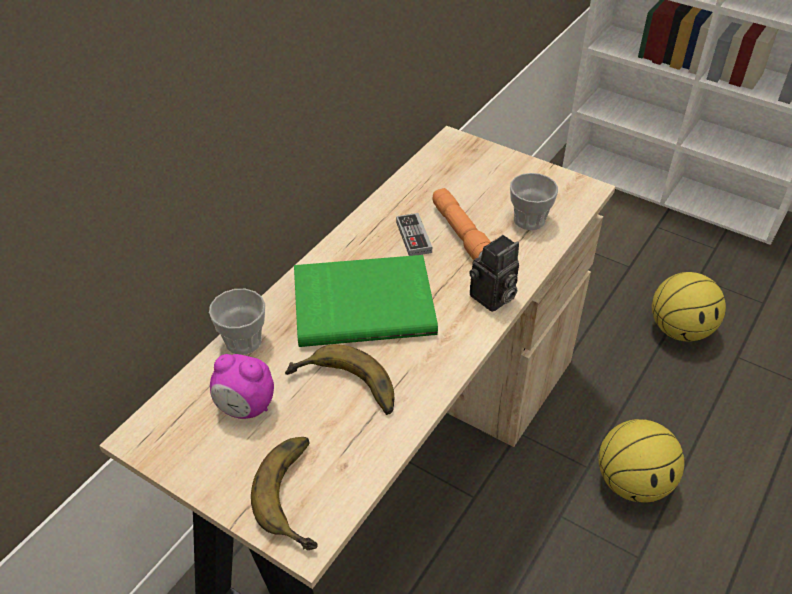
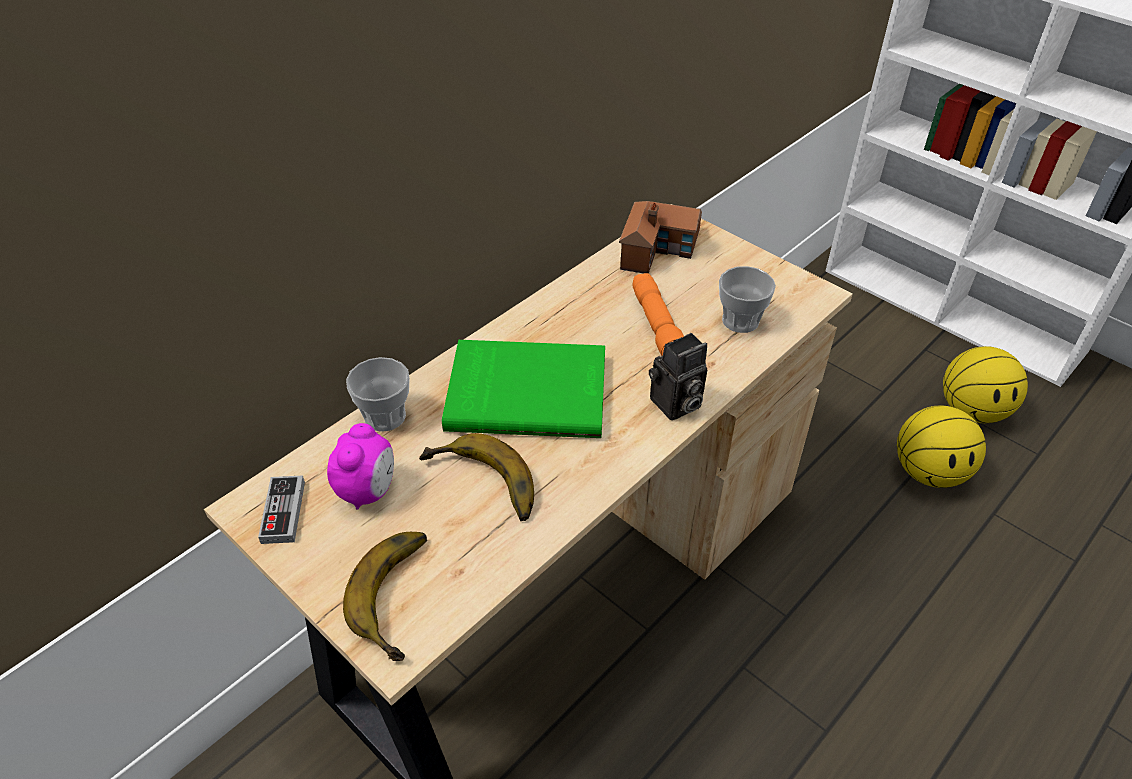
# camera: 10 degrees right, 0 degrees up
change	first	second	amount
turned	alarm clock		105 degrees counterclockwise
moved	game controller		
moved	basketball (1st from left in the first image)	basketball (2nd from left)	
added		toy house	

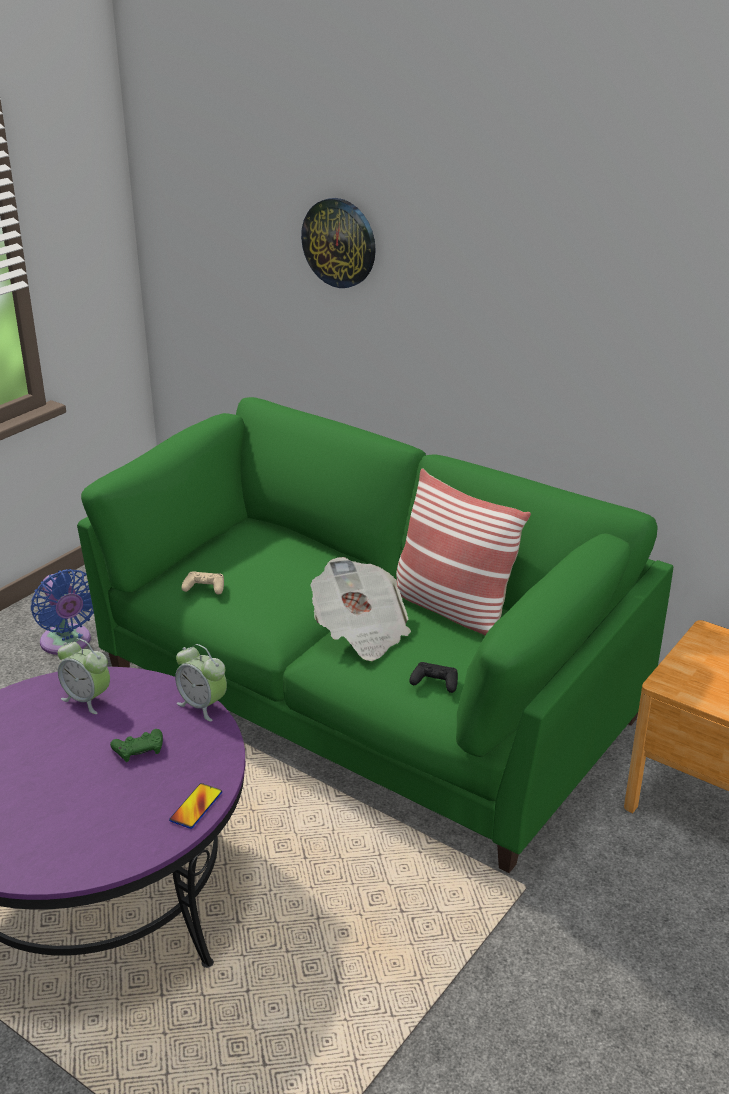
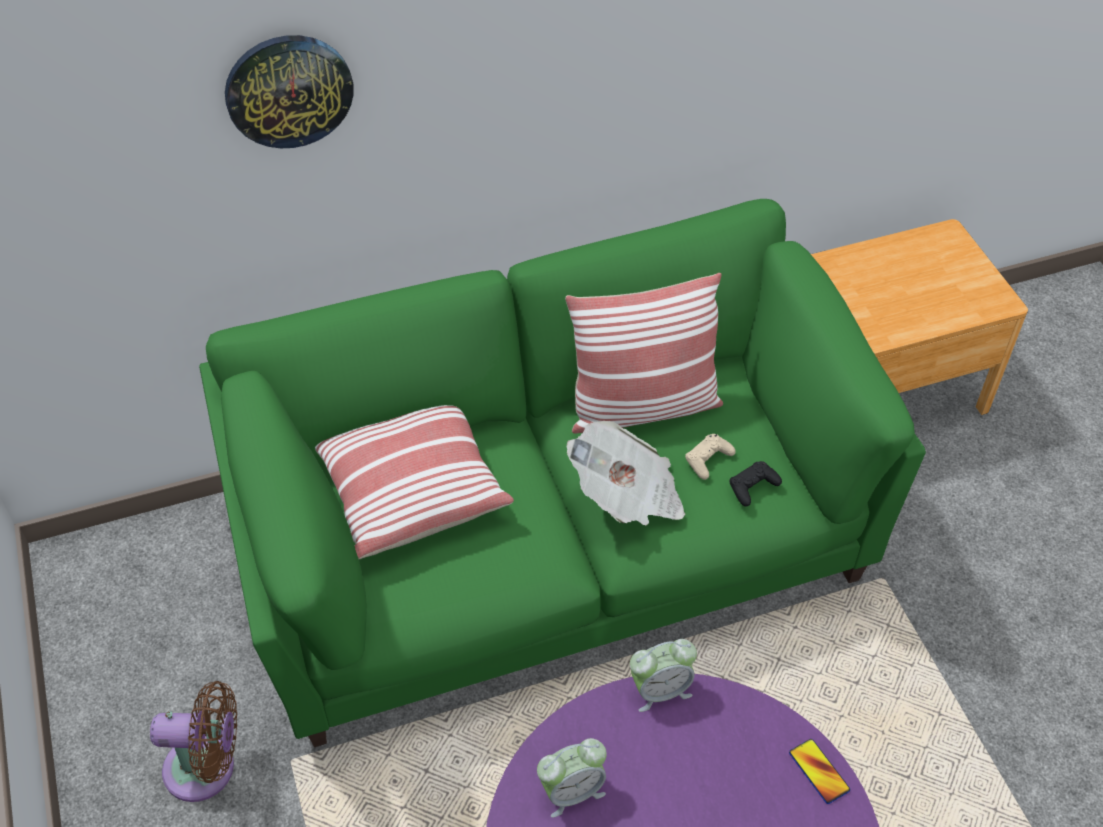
# camera: 55 degrees left, 20 degrees up
change	first	second	amount
recoloured	fan/blue	fan/brown	
removed	game controller/green		
moved	game controller/beige		
added		pillow (1st from left)	

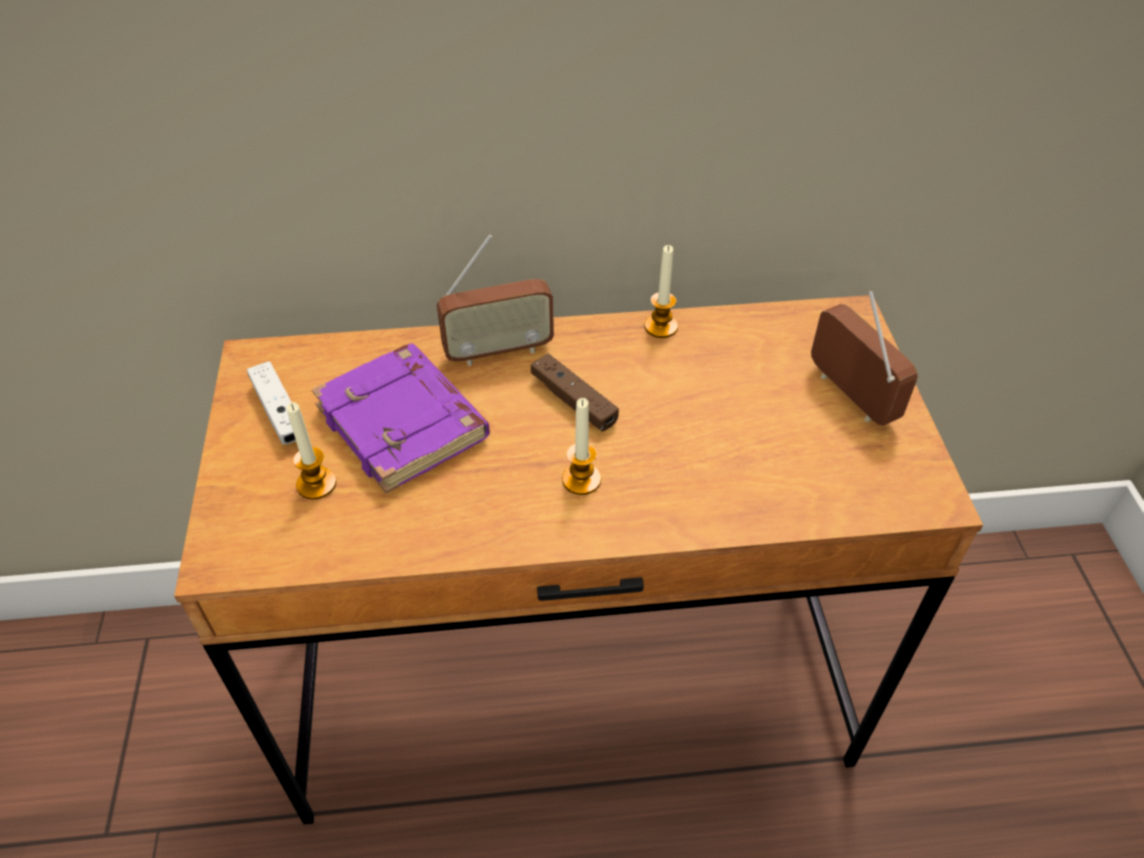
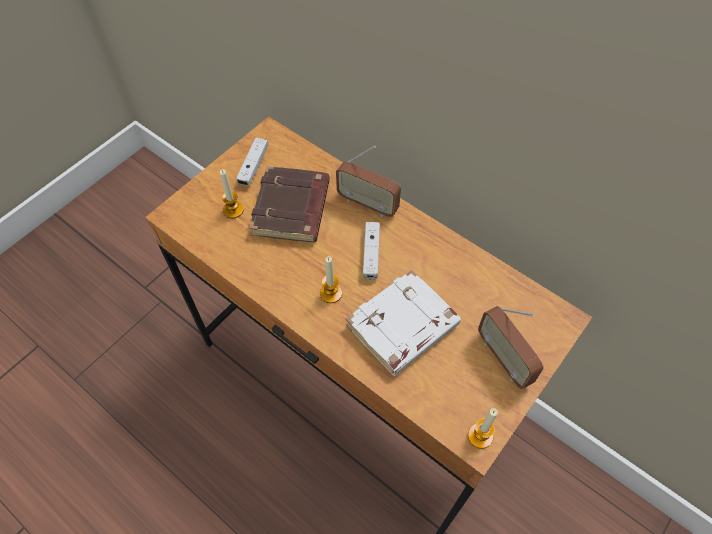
# camera: 45 degrees right, 10 degrees up
change	first	second	amount
recoloured	book/purple	book/brown	
recoloured	game controller/brown	game controller/white (2nd from left)	
moved	candle (3rd from left)		
turned	radio (2nd from left)		135 degrees clockwise
added		book/white	

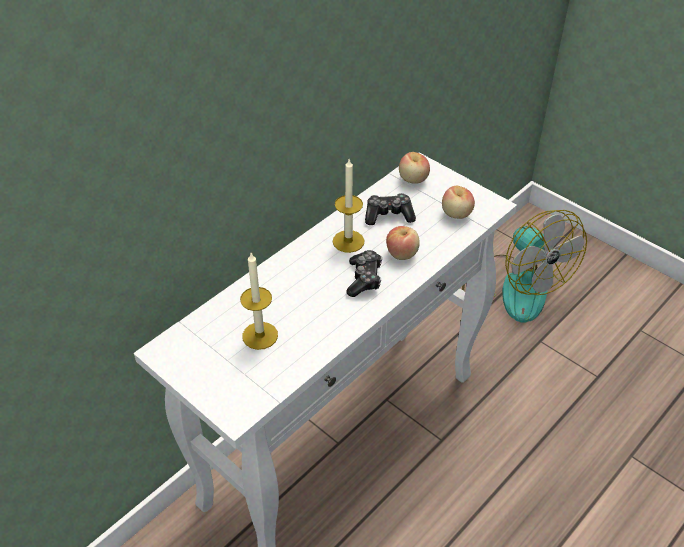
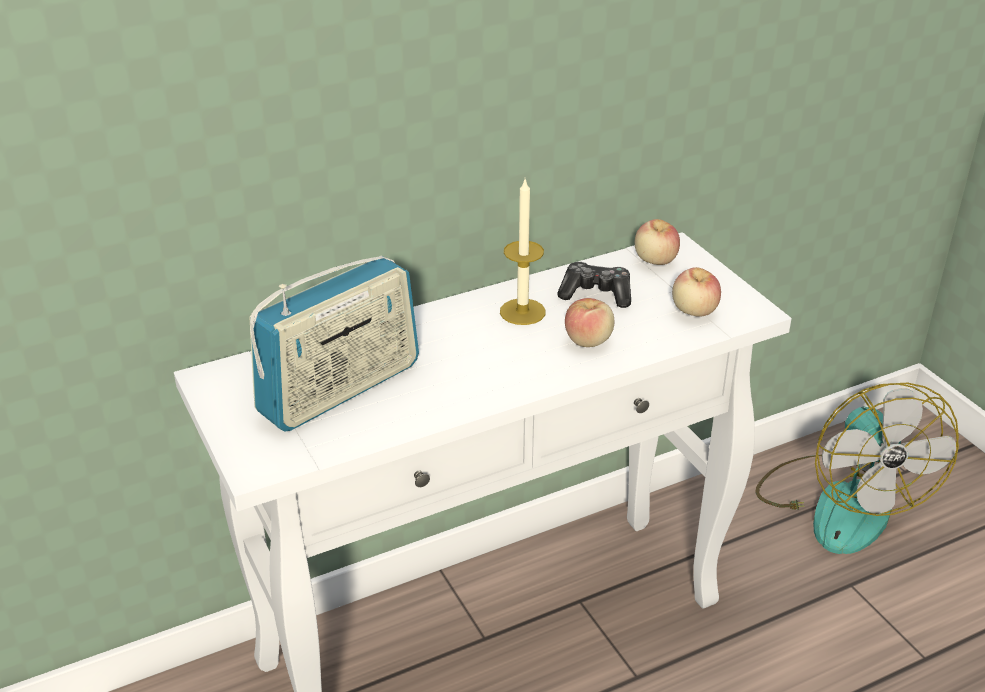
# camera: 20 degrees right, 10 degrees down
change	first	second	amount
replaced	candle (1st from left)	radio	
removed	game controller (1st from left)		

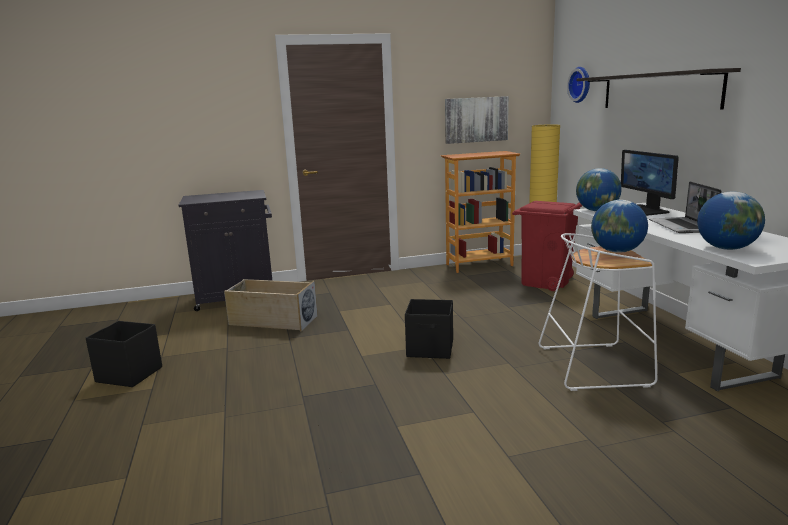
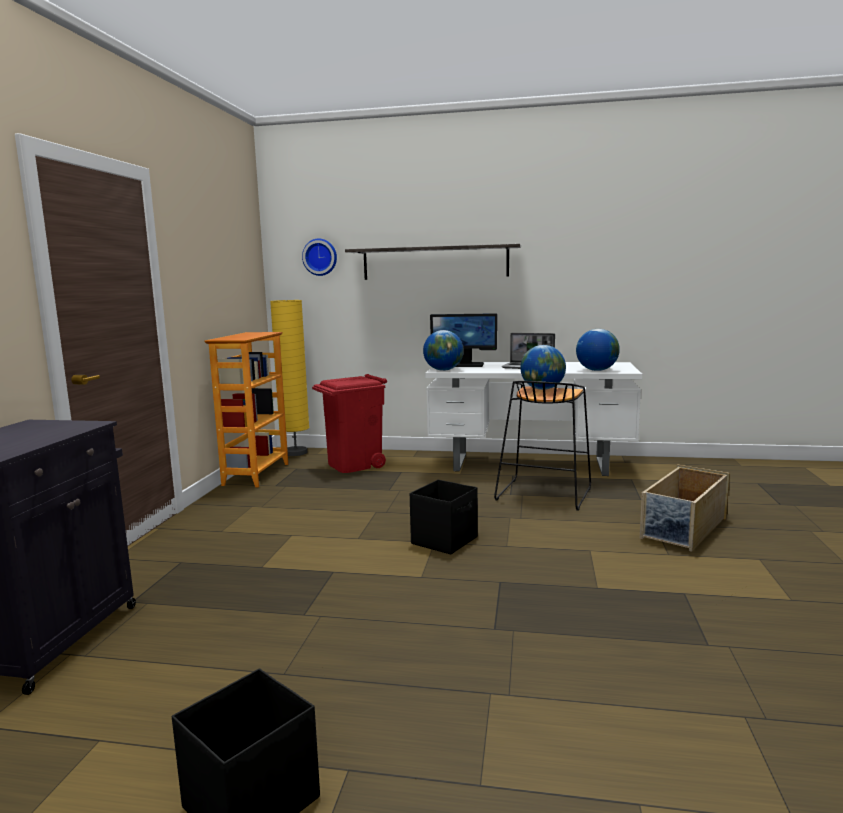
# camera: 65 degrees left, 5 degrees down
change	first	second	amount
moved	storage box/beige		
removed	picture		
recoloured	stool/white	stool/black	

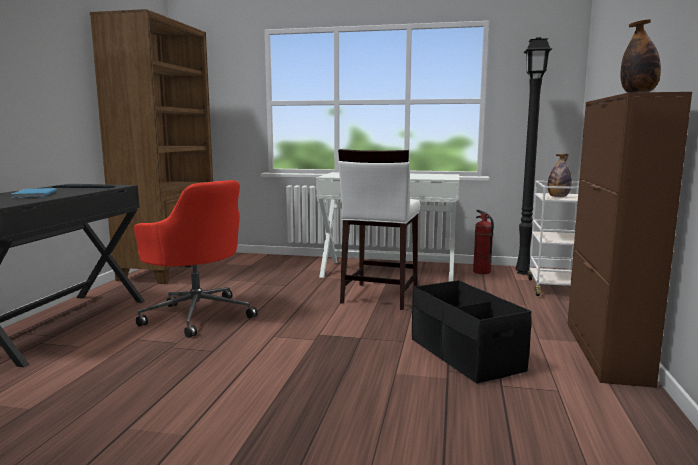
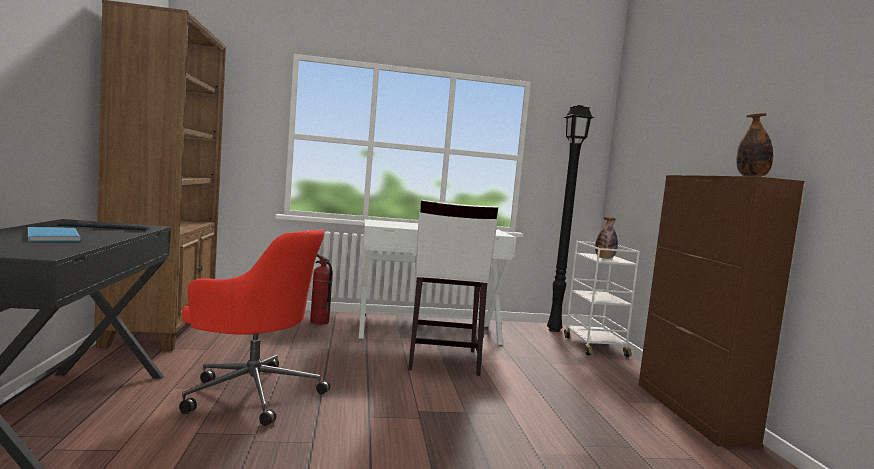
# camera: 20 degrees left, 5 degrees down
change	first	second	amount
removed	storage box/black		
moved	fire extinguisher		

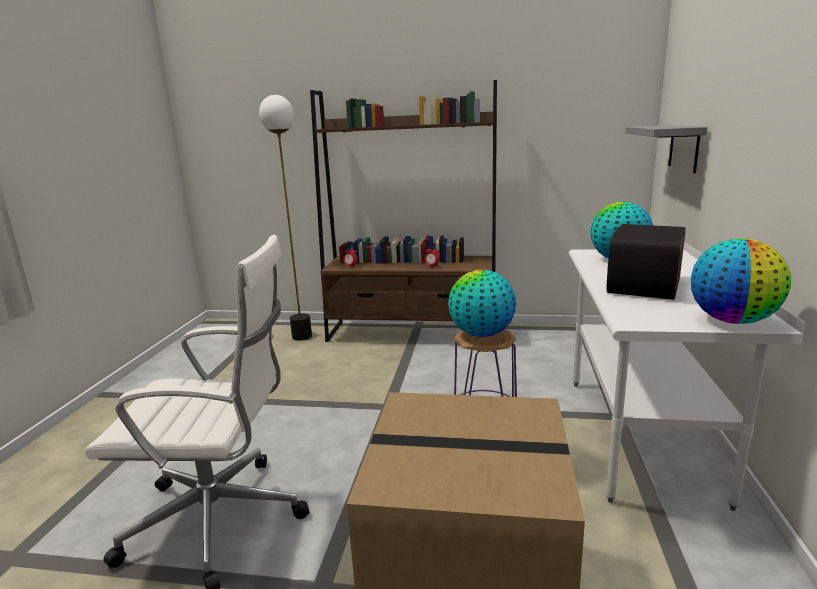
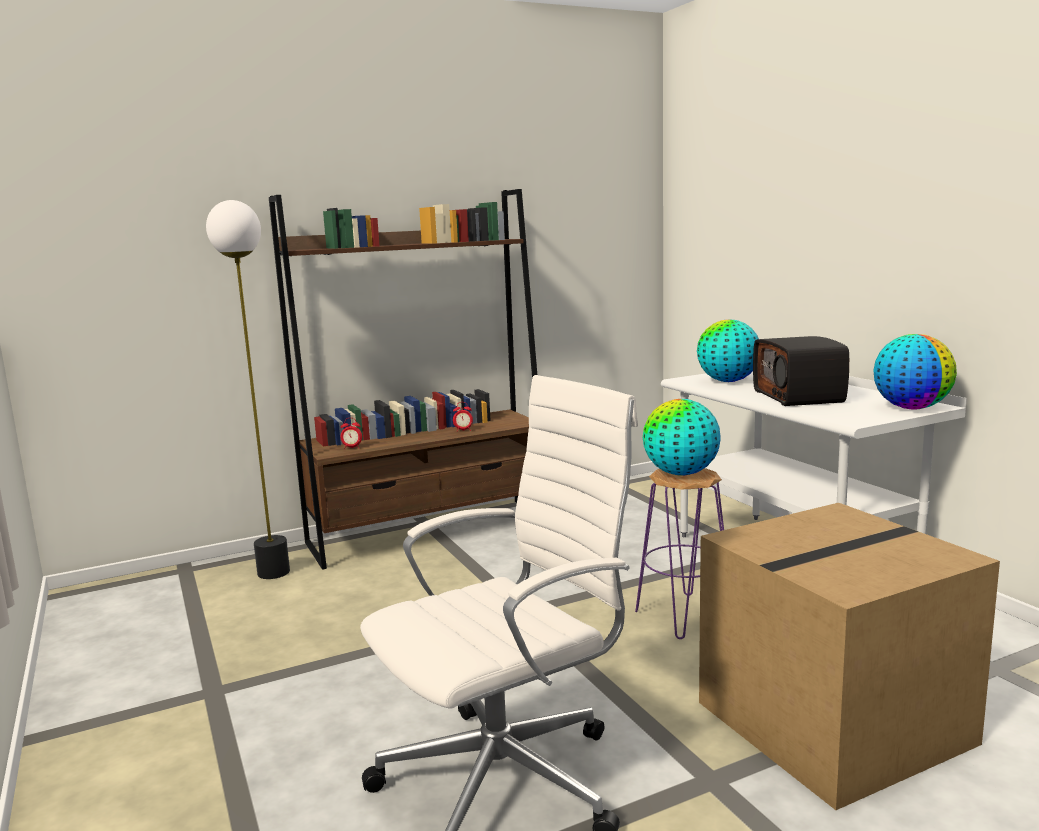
# camera: 35 degrees left, 5 degrees down
change	first	second	amount
removed	shelf/grey		

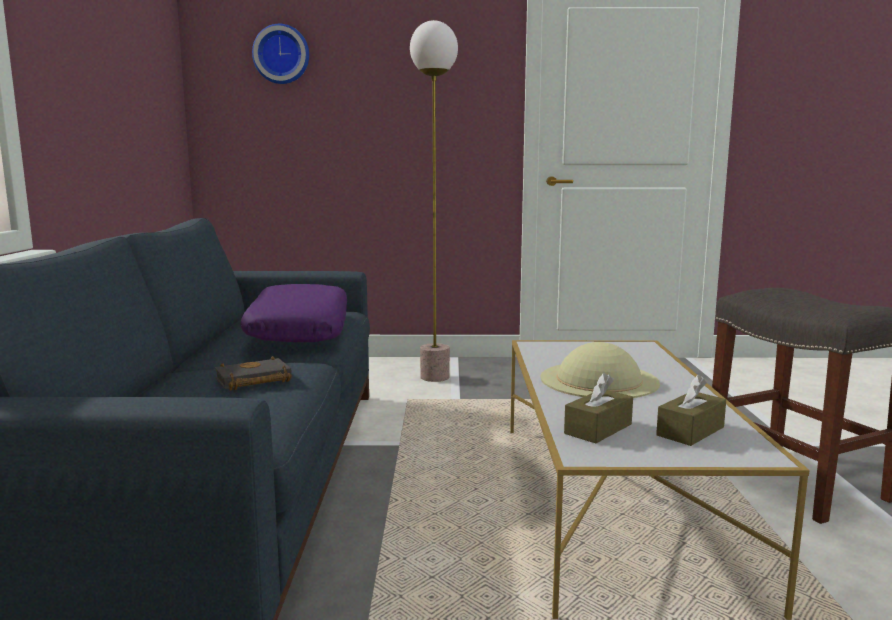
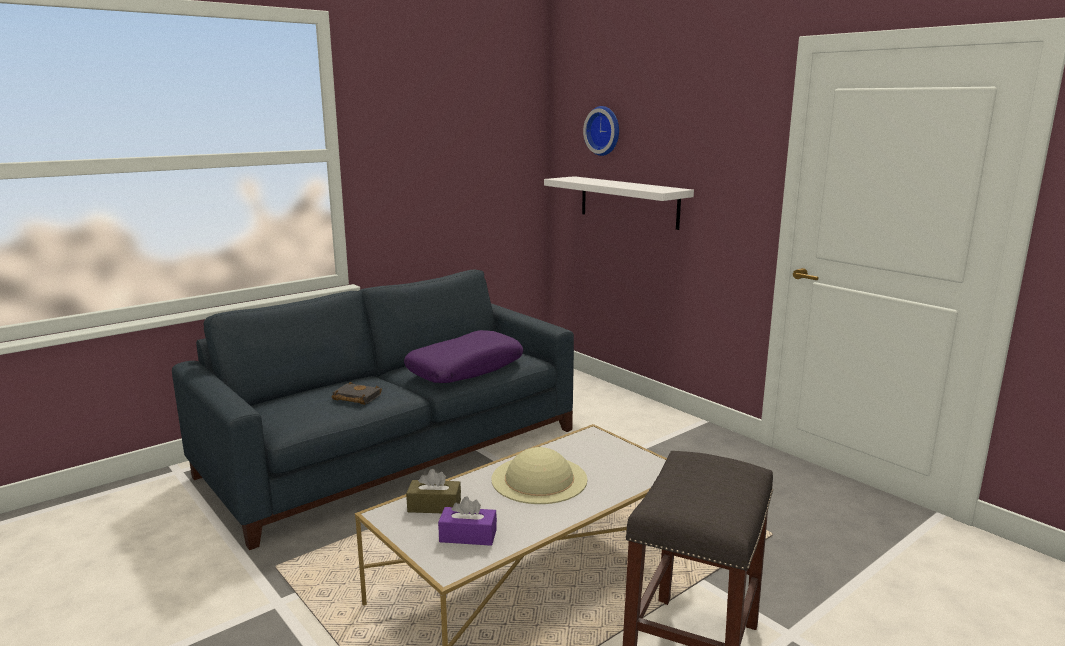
# camera: 50 degrees right, 5 degrees up
change	first	second	amount
removed	floor lamp		
recoloured	tissue box/brown (2nd from left)	tissue box/purple	
added		shelf/white	

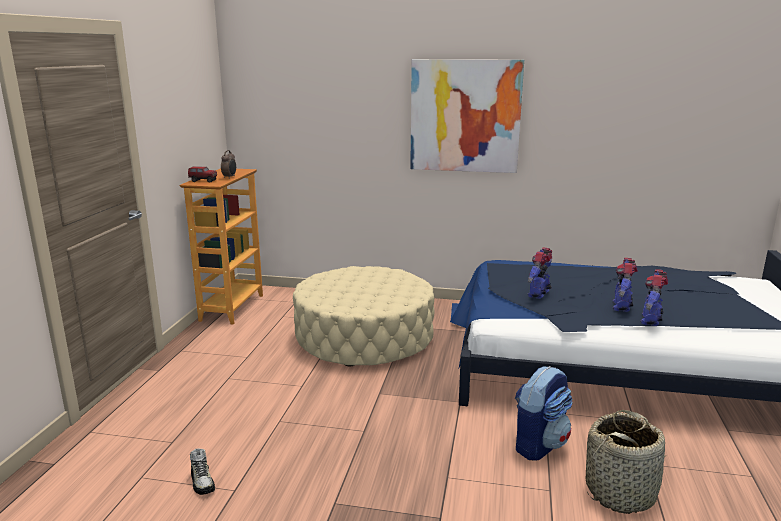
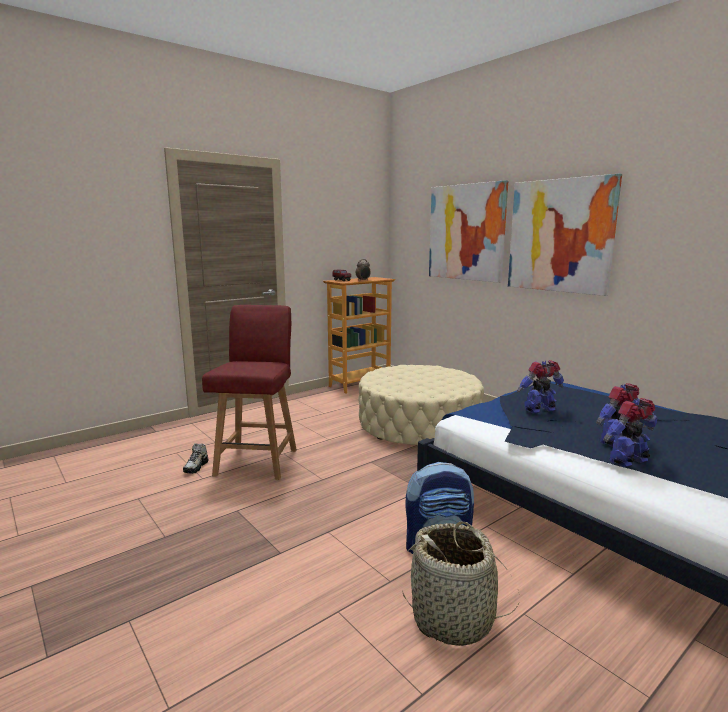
# camera: 40 degrees right, 5 degrees down
change	first	second	amount
added		chair/red	
added		picture (1st from left)	

